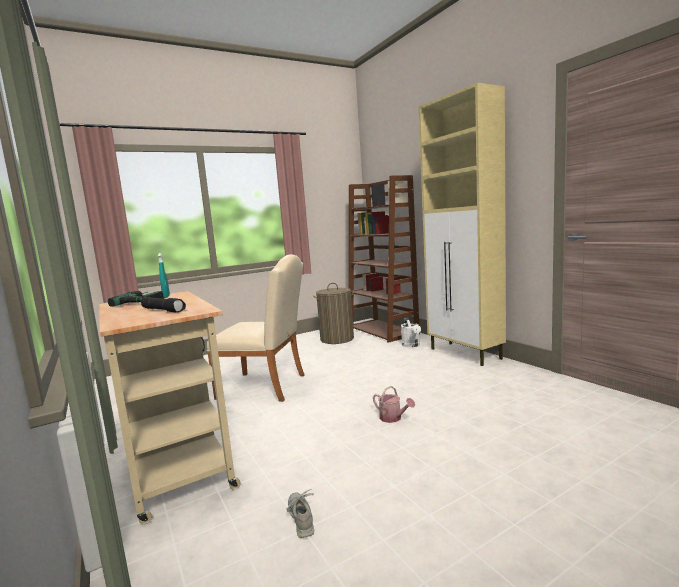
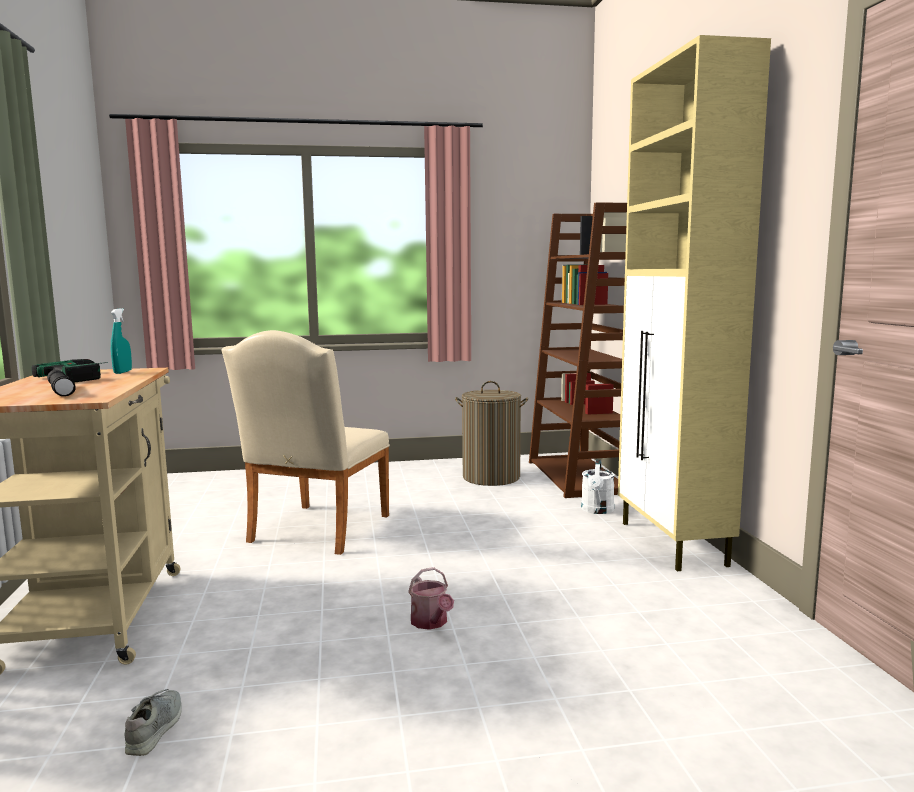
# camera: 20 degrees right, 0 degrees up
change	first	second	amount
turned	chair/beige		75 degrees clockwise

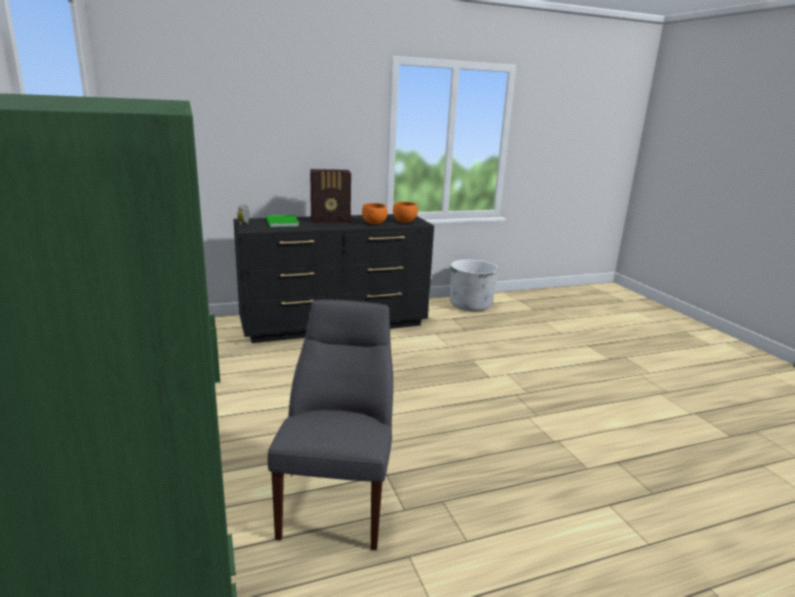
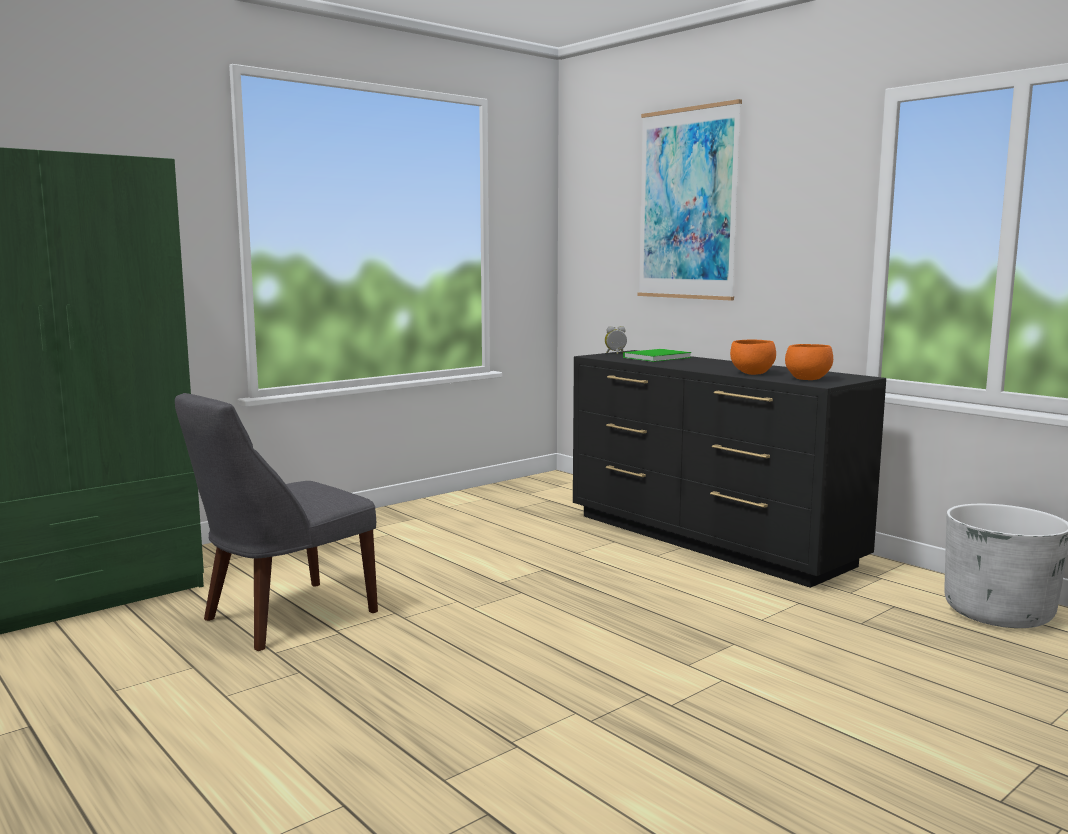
# camera: 70 degrees right, 10 degrees down
change	first	second	amount
turned	chair/grey		150 degrees clockwise
removed	radio		
added		picture	

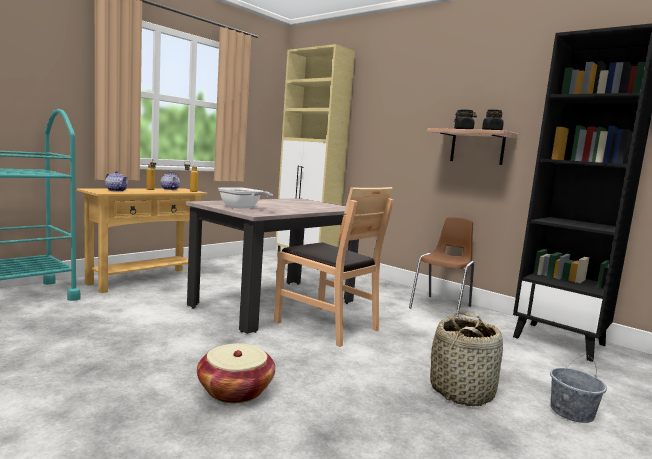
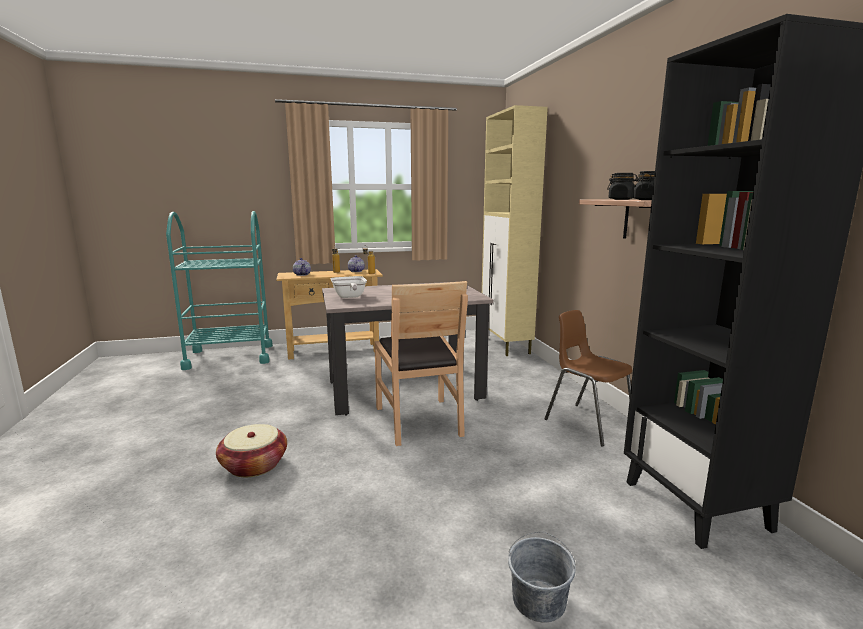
# camera: 35 degrees right, 5 degrees up
change	first	second	amount
turned	chair/brown (2nd from left)		105 degrees counterclockwise
removed	basket (2nd from left)		

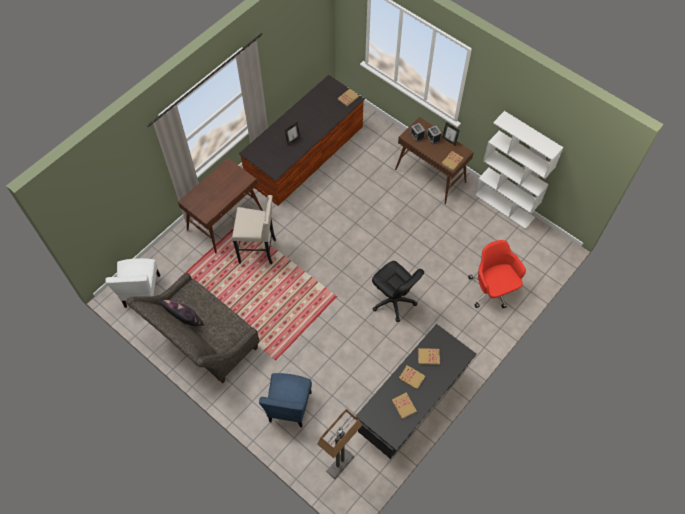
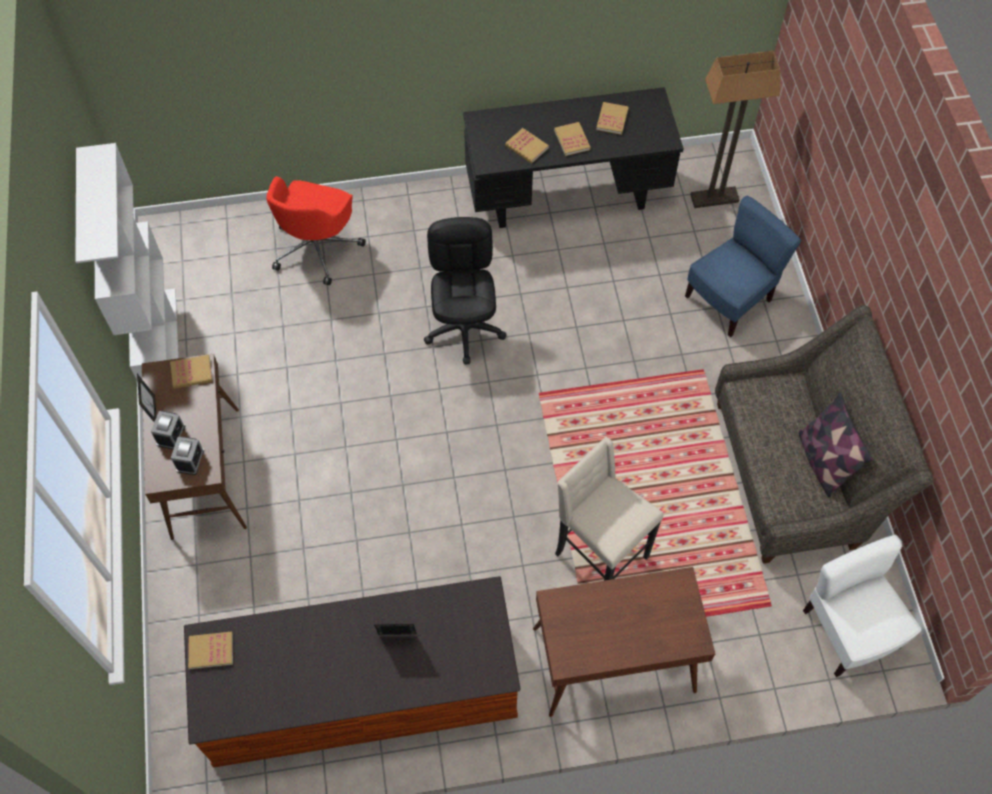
# camera: 140 degrees left, 0 degrees up
change	first	second	amount
turned	chair/white		60 degrees counterclockwise

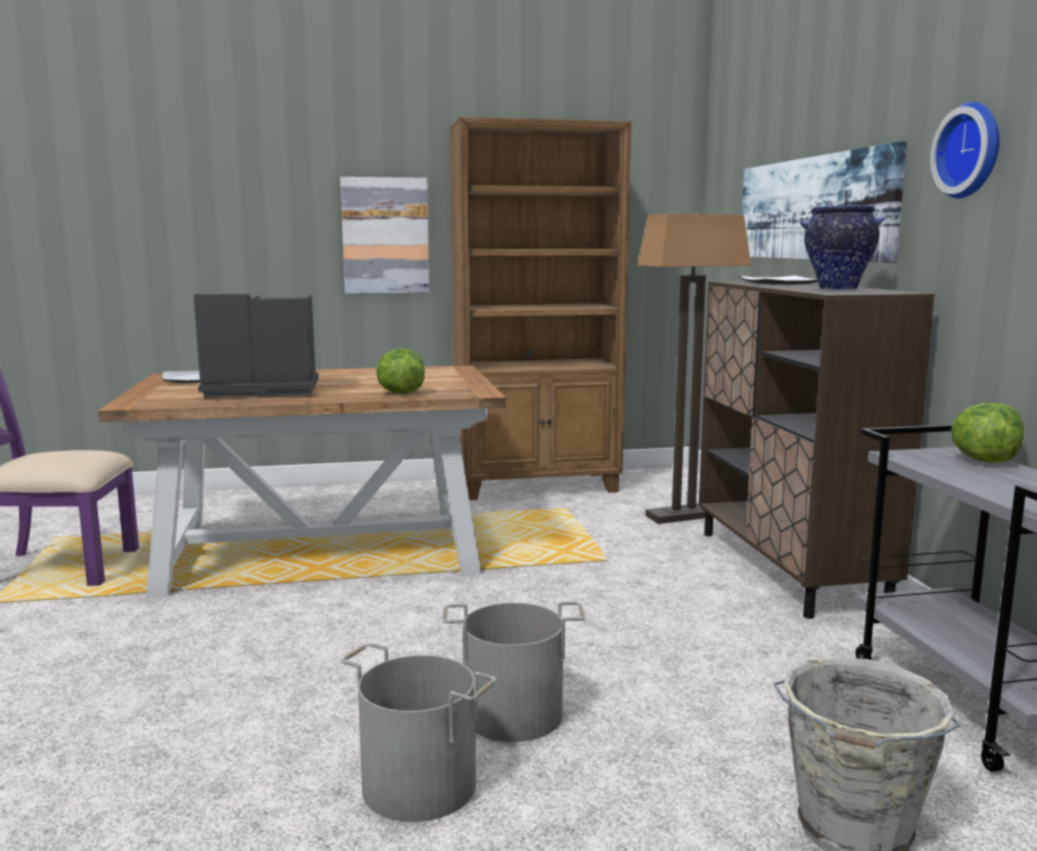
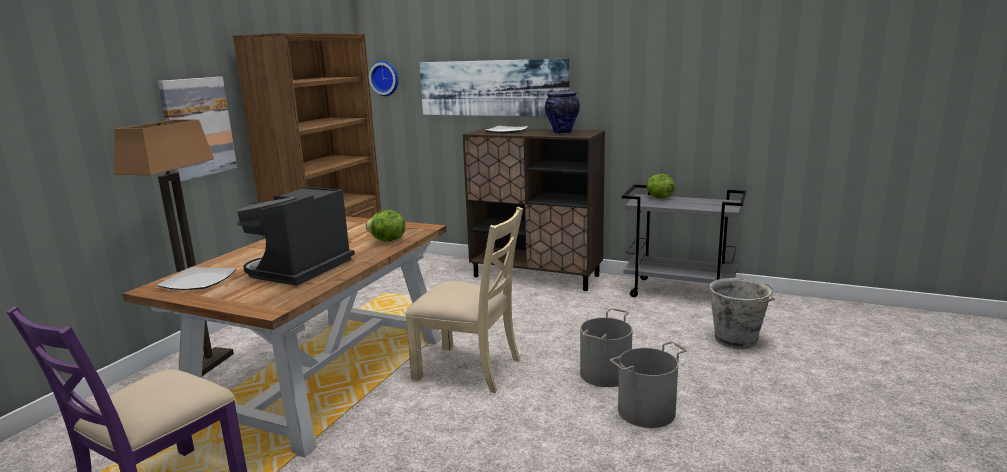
# camera: 55 degrees left, 5 degrees up
change	first	second	amount
moved	floor lamp		
moved	wall clock		
added		chair/beige	

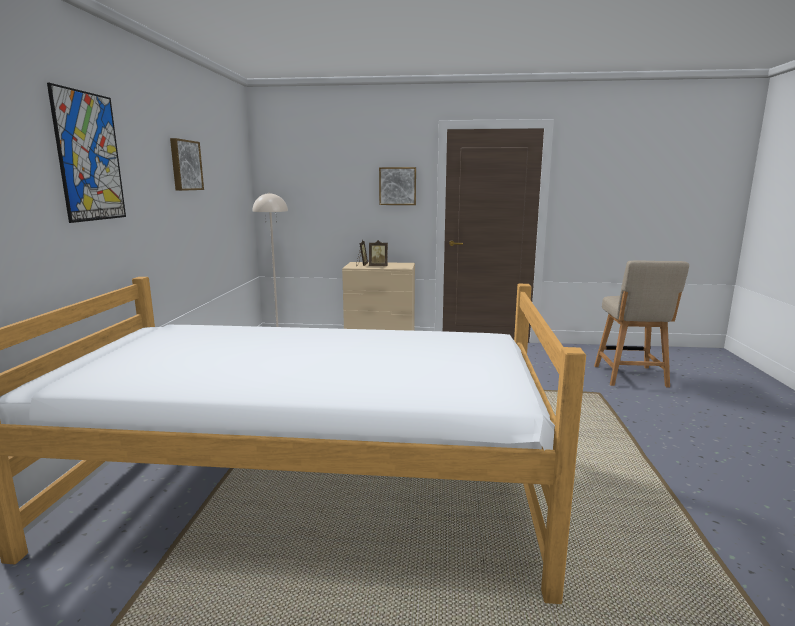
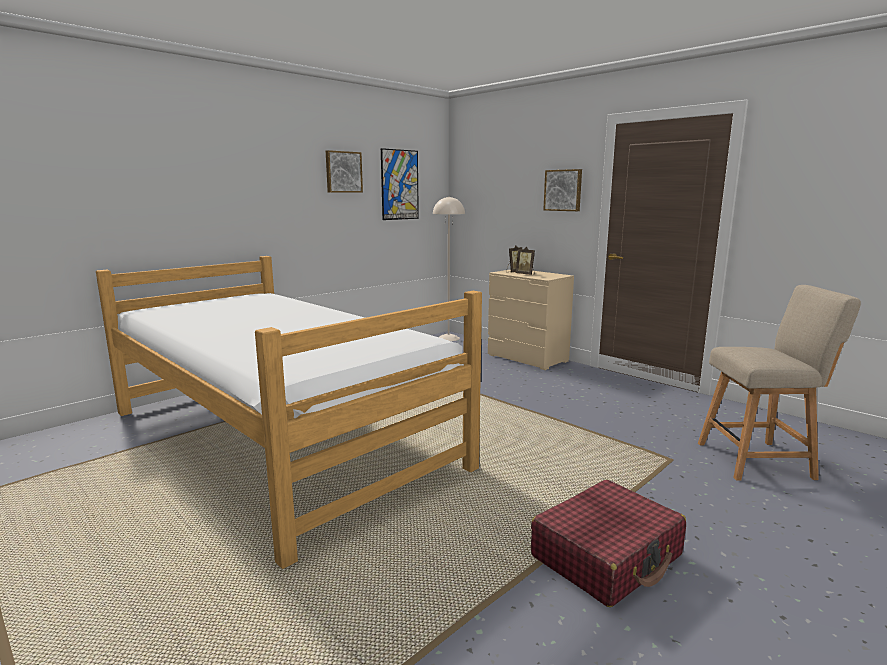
# camera: 40 degrees right, 0 degrees up
change	first	second	amount
moved	picture (1st from left in the first image)	picture (2nd from left)	
turned	chair/beige		135 degrees counterclockwise
added		suitcase/red	

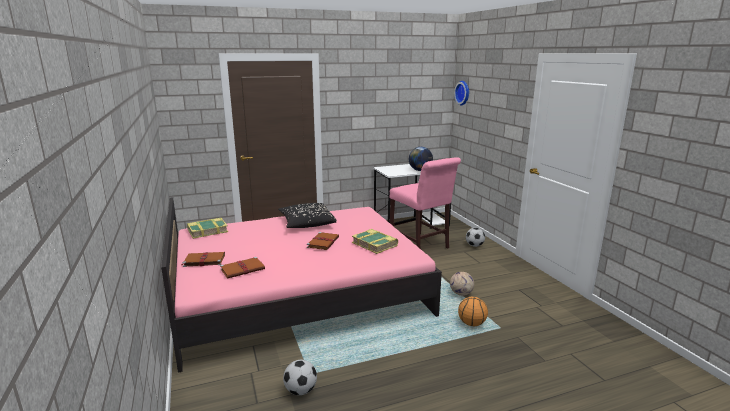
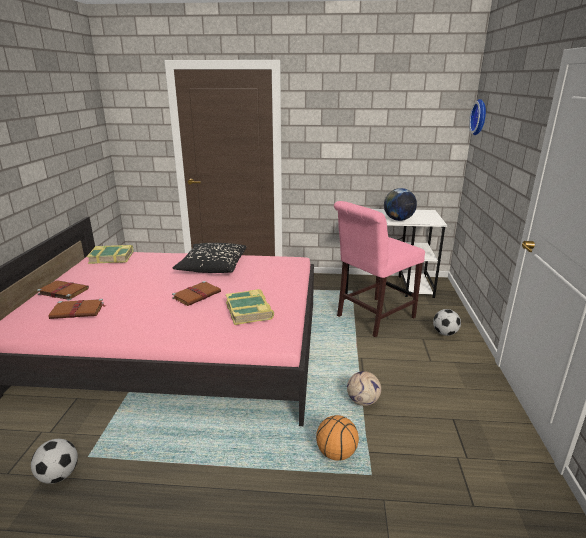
# camera: 25 degrees right, 5 degrees up
change	first	second	amount
turned	chair/pink		60 degrees clockwise

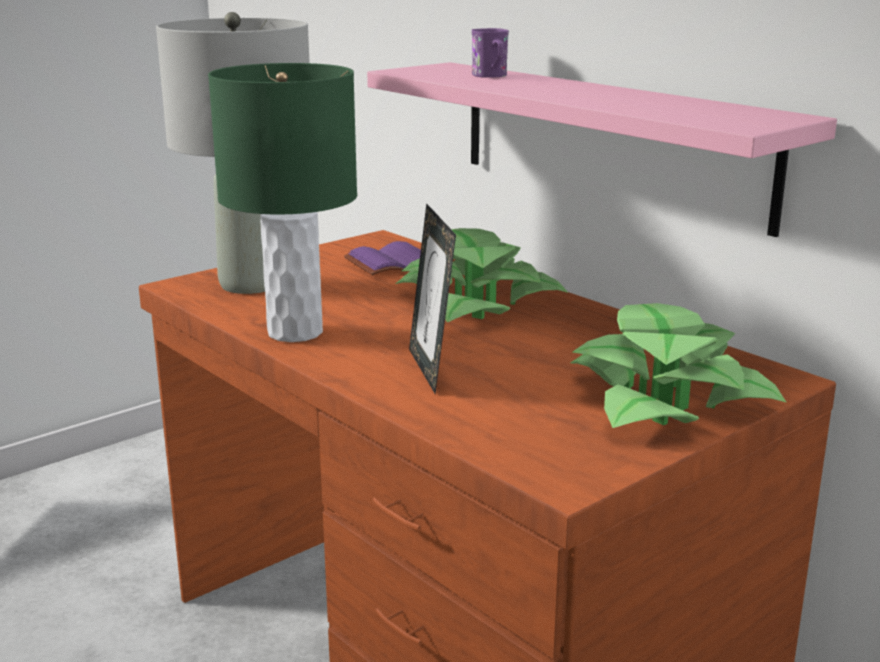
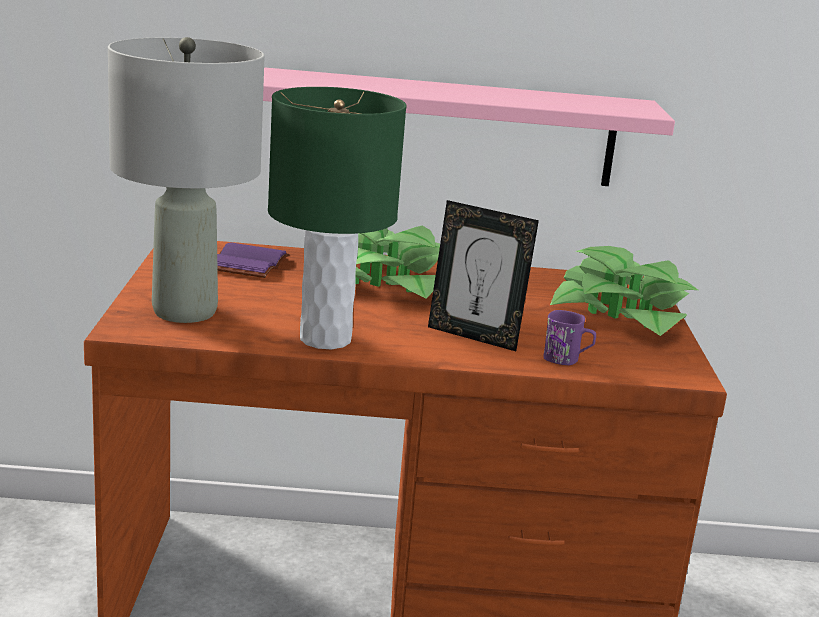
# camera: 50 degrees left, 0 degrees up
change	first	second	amount
moved	mug/purple		

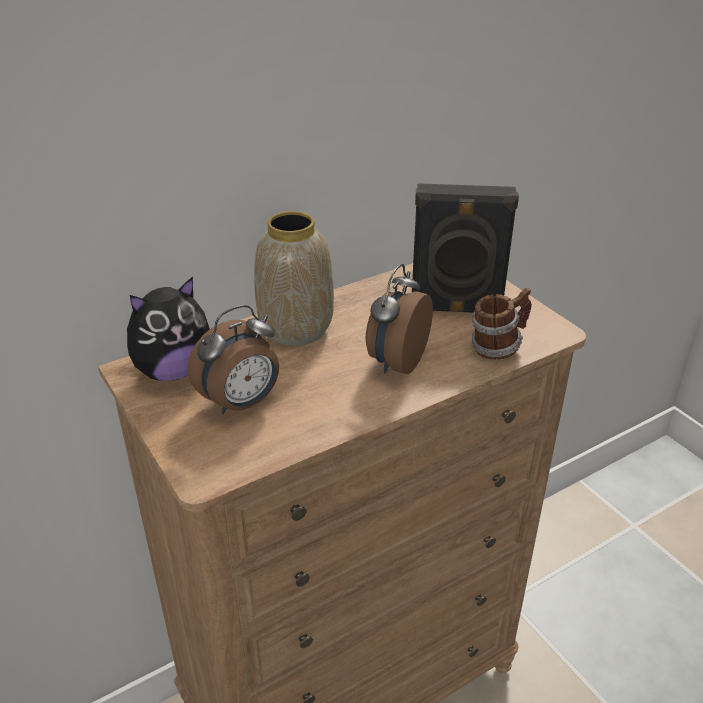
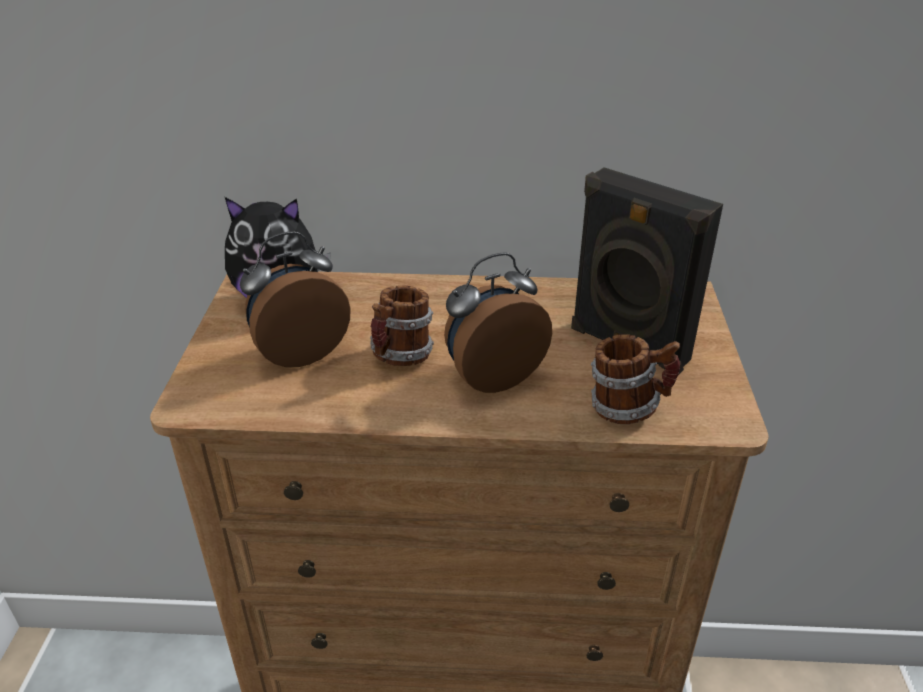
# camera: 35 degrees right, 0 degrees up
change	first	second	amount
turned	alarm clock (1st from left)		150 degrees clockwise
removed	vase		
added		mug (1st from left)	

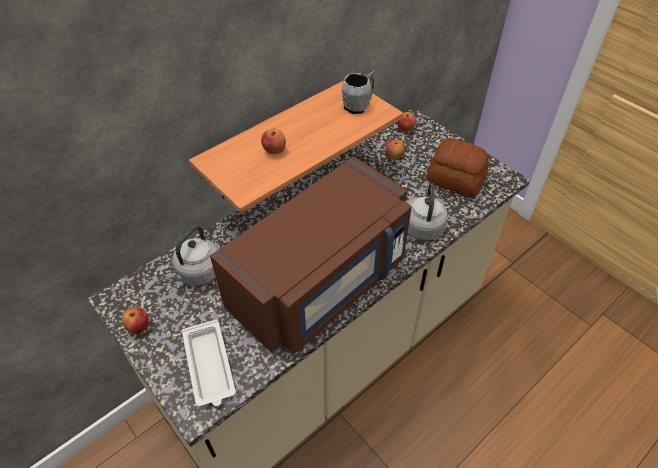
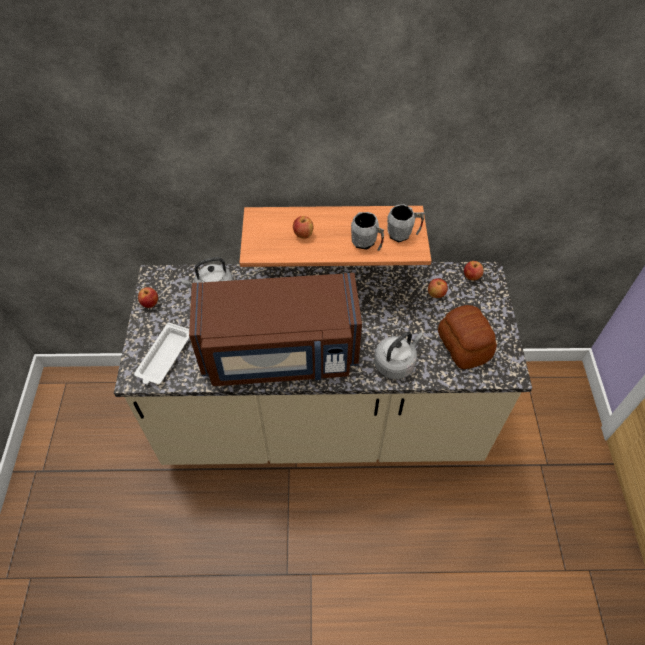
# camera: 40 degrees right, 5 degrees up
change	first	second	amount
added		mug/grey (1st from left)	

